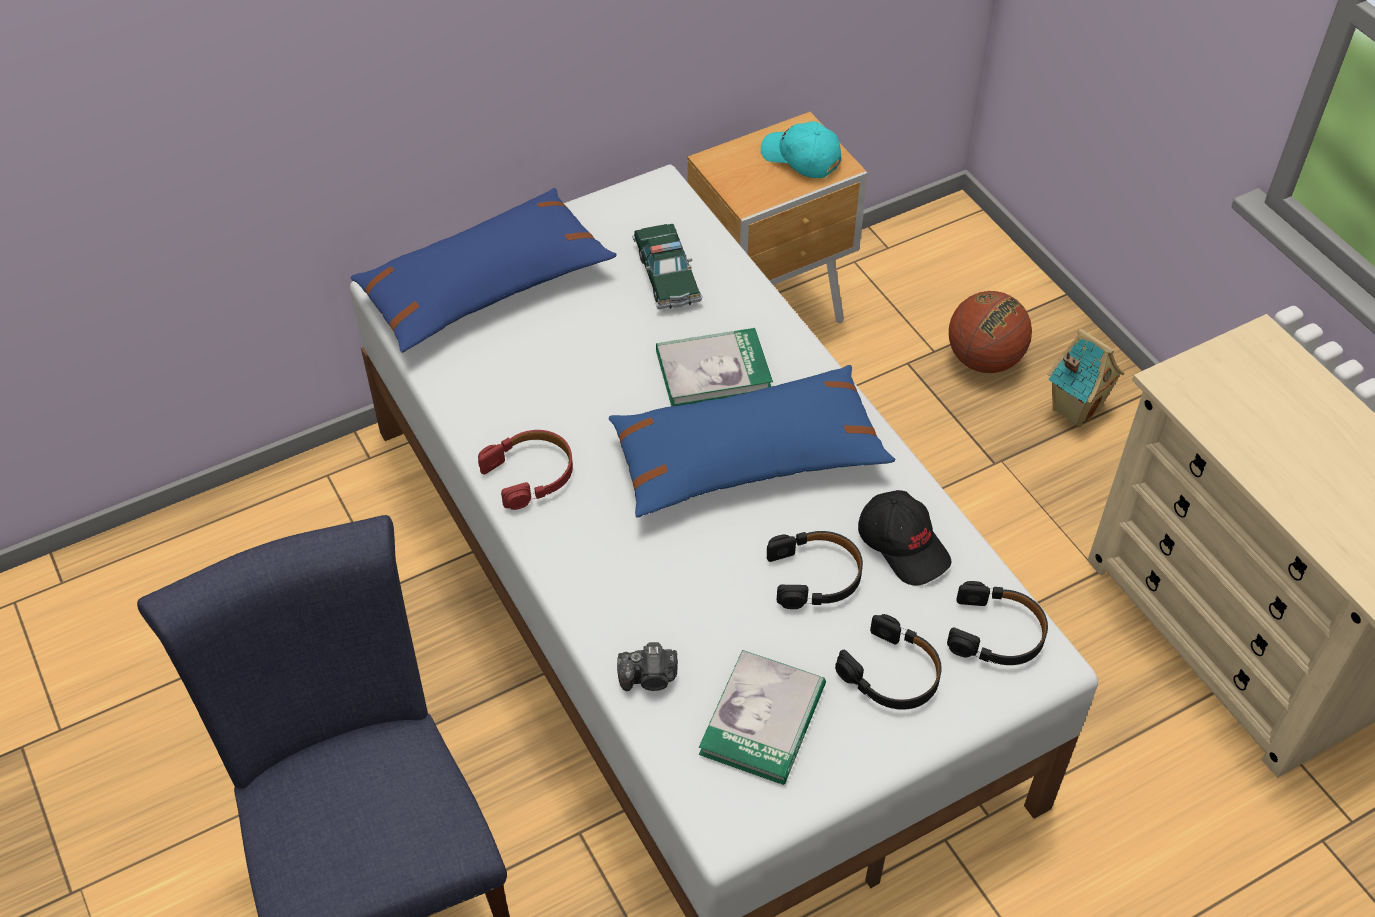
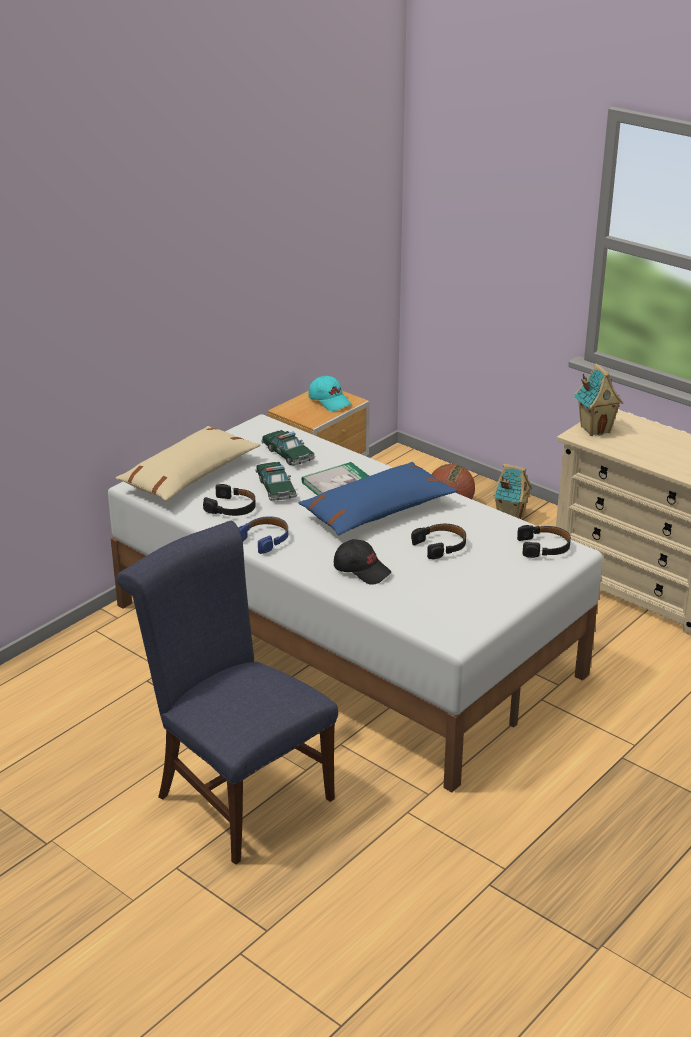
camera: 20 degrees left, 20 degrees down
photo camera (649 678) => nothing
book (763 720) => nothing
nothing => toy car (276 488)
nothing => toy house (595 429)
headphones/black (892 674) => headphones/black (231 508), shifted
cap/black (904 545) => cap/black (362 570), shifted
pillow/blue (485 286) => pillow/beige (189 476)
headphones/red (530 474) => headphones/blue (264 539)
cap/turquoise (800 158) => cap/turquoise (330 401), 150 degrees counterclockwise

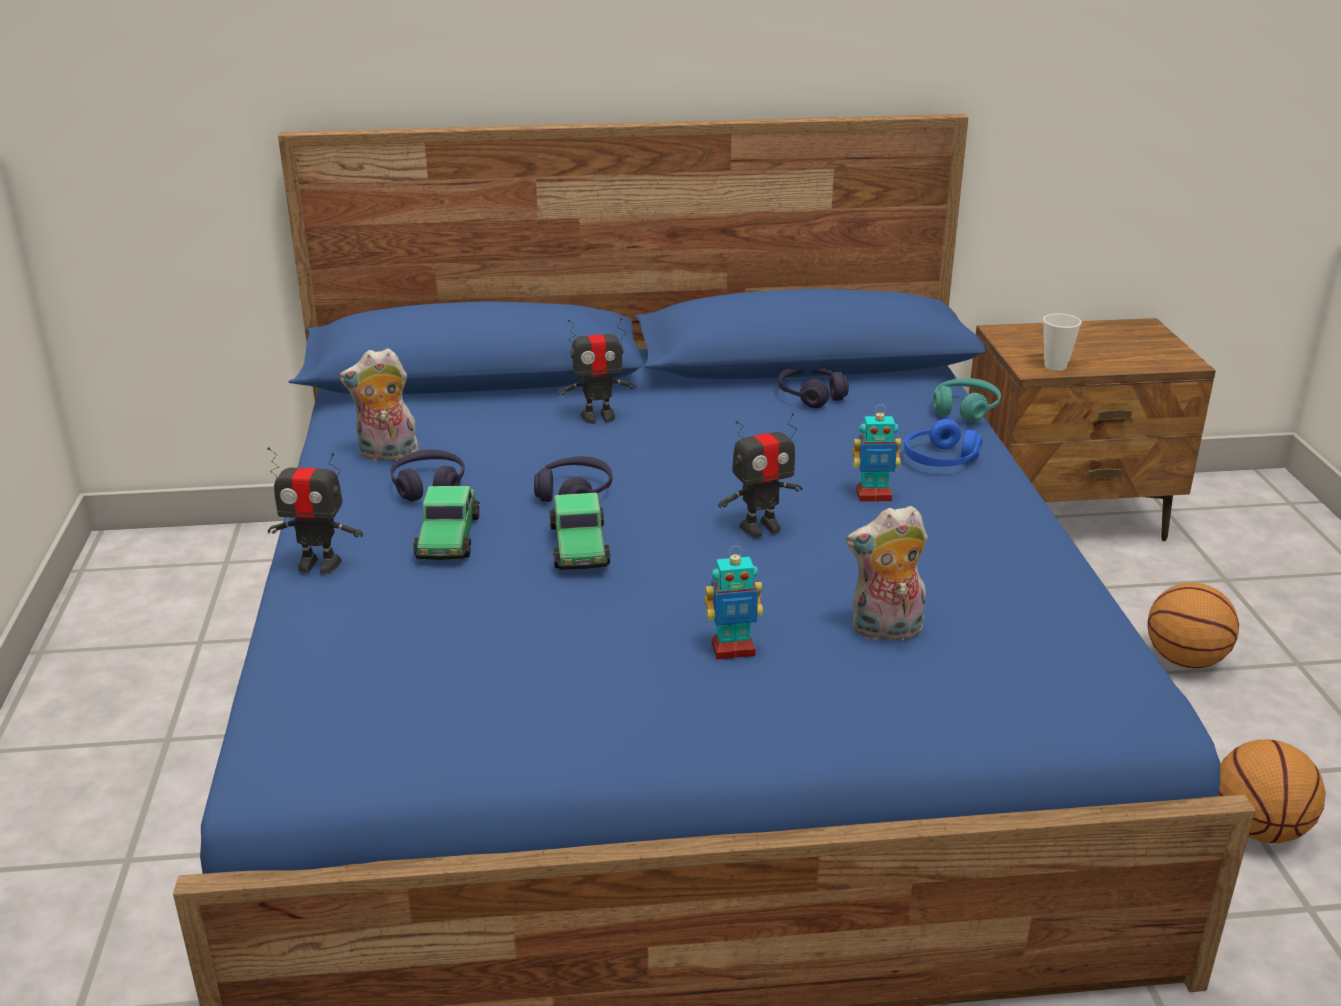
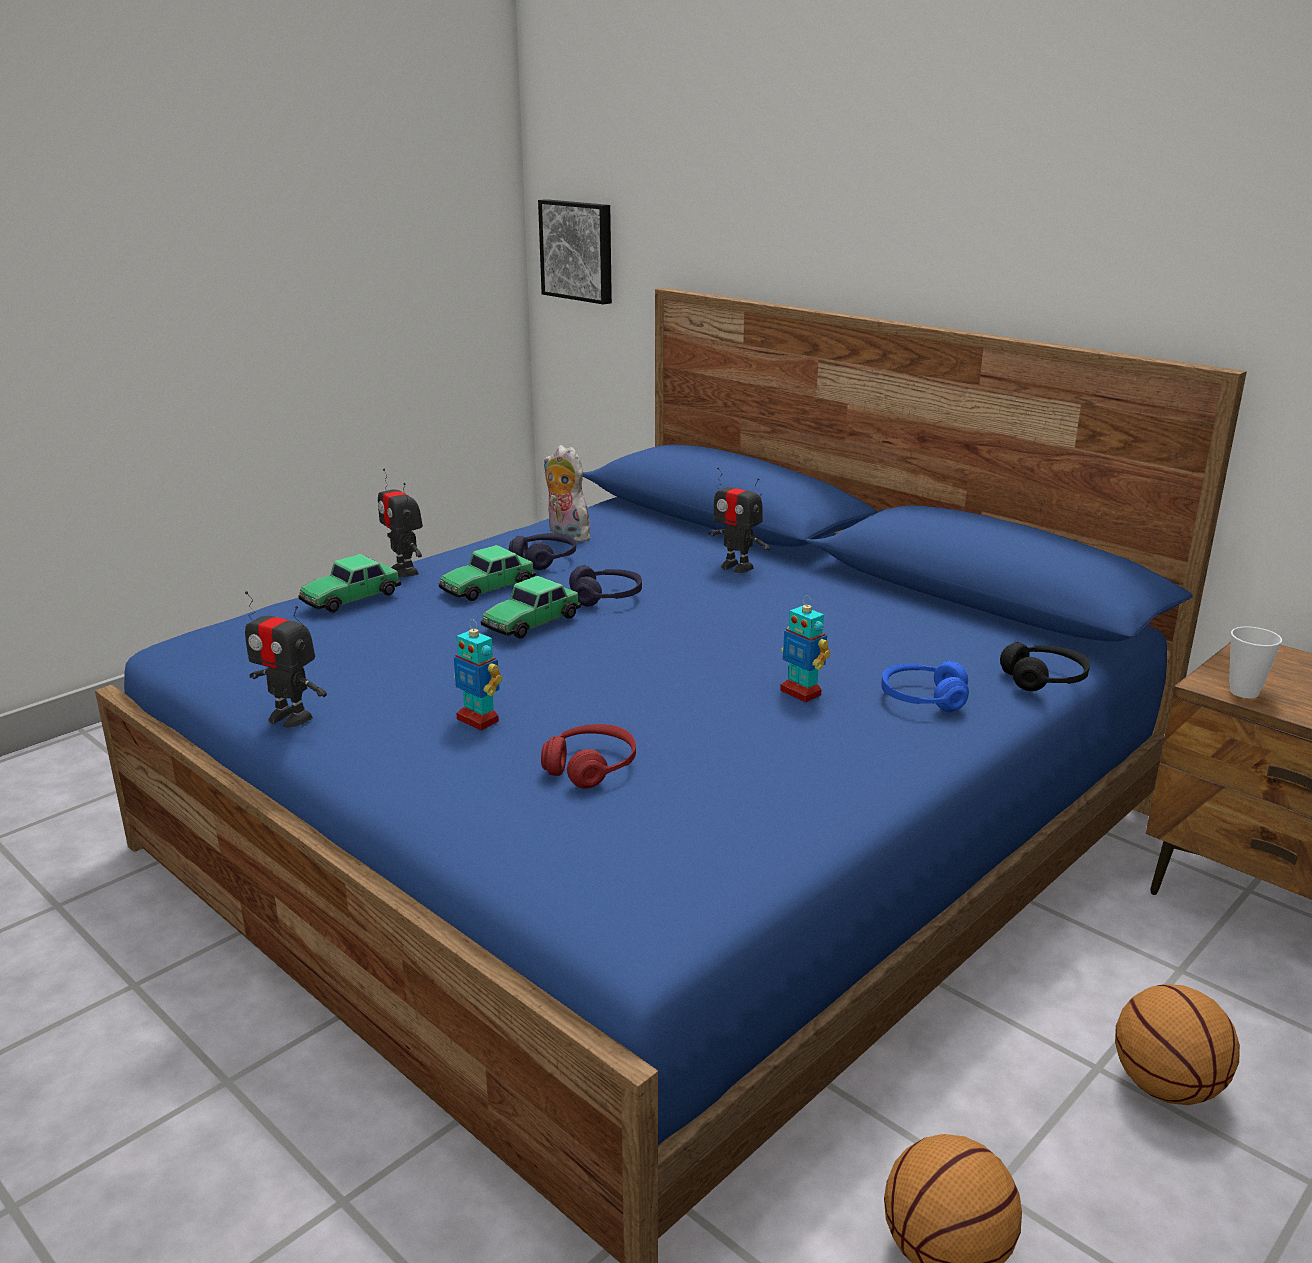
camera: 50 degrees right, 5 degrees down
headphones/purple (811 395) => nothing
nothing => toy car (350 597)
nothing => picture (578 250)
toy robot (760 527) => toy robot (290 717), shifted
plush toy (885 631) => headphones/red (590 767)
headphones/turquoise (965 409) => headphones/black (1044 679)

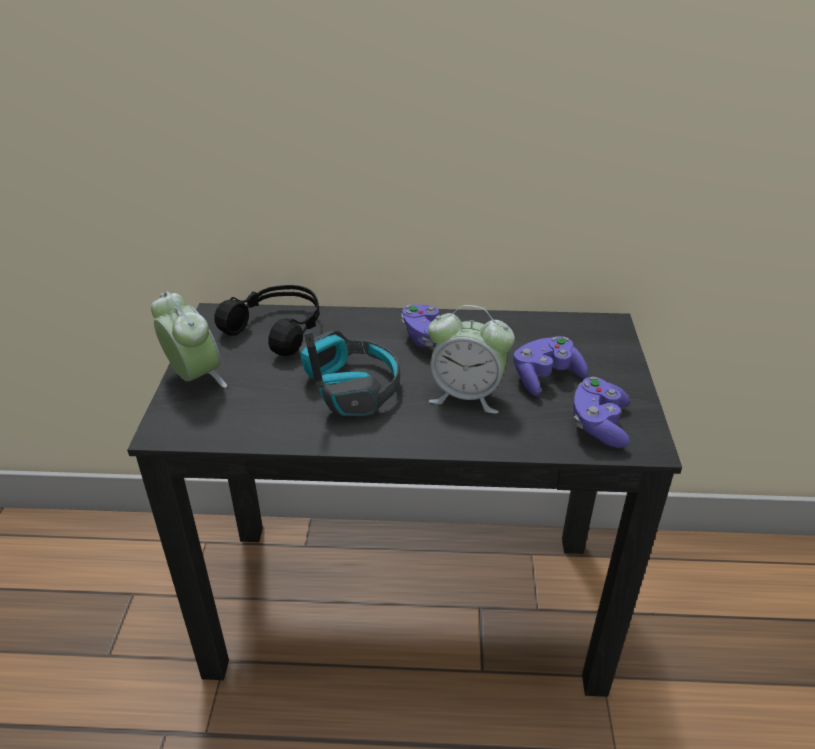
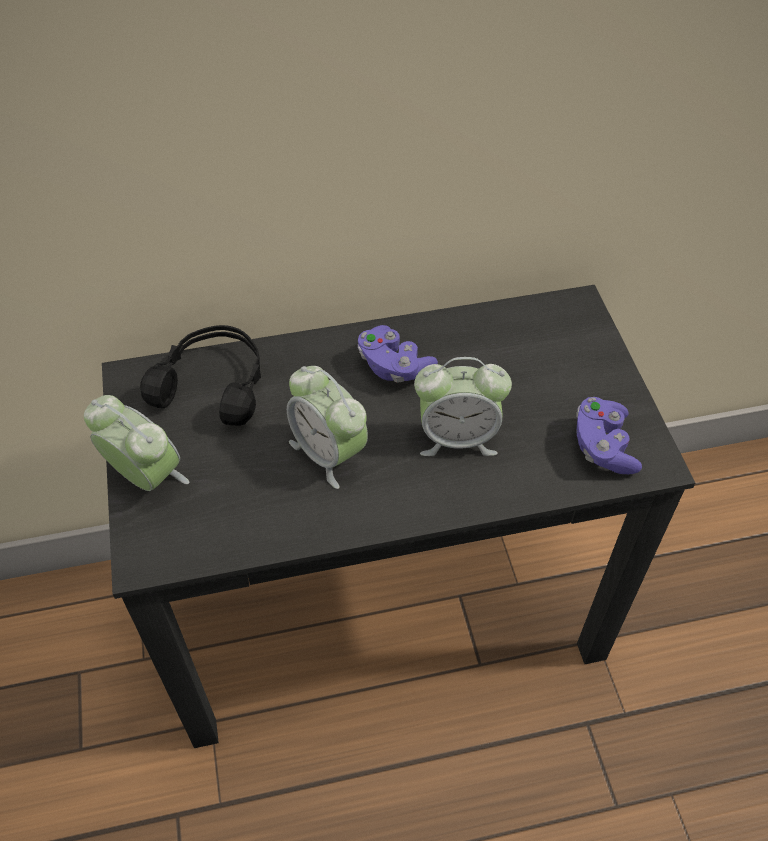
camera: 15 degrees left, 15 degrees up
game controller/purple (546 377) => nothing
headphones (350 387) => alarm clock (329 453)

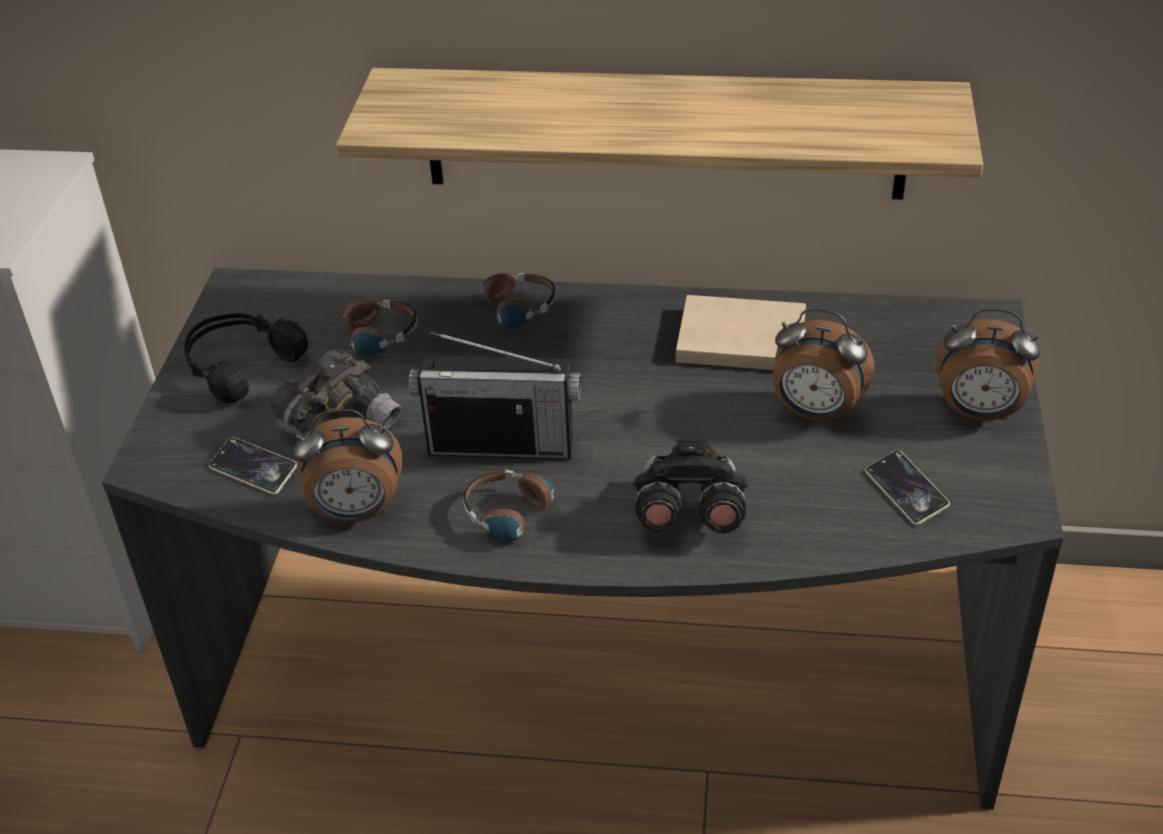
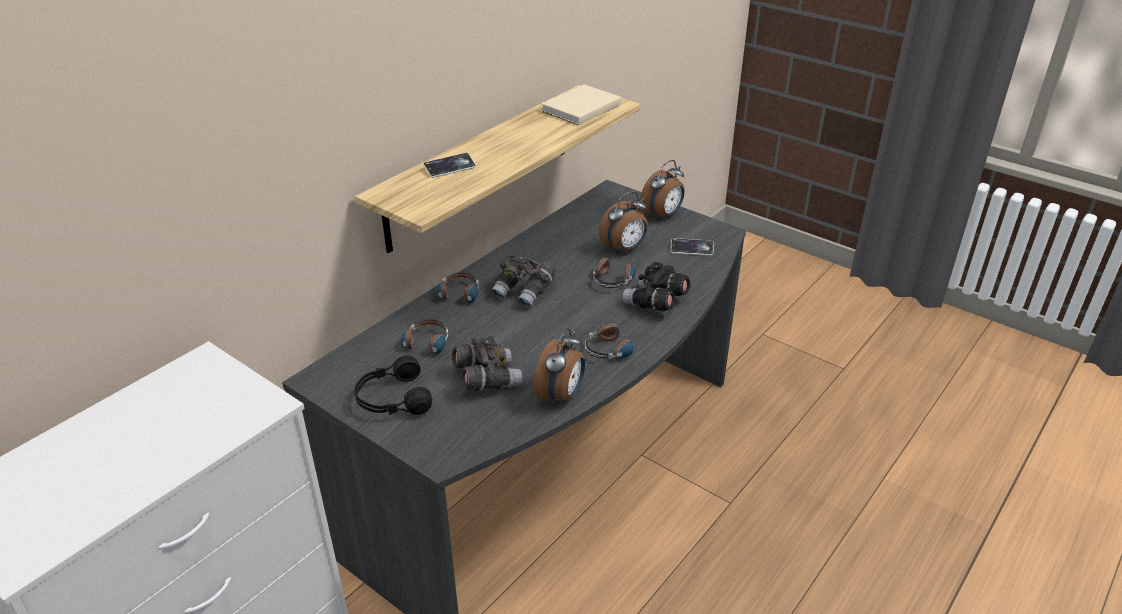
camera: 60 degrees left, 5 degrees down
radio (501 445) => nothing
nothing => binoculars/grey (524 292)
nothing => headphones (614 277)
phone (254 470) => phone (450 168), shifted
book/beige (738 337) => book/beige (579 108), shifted

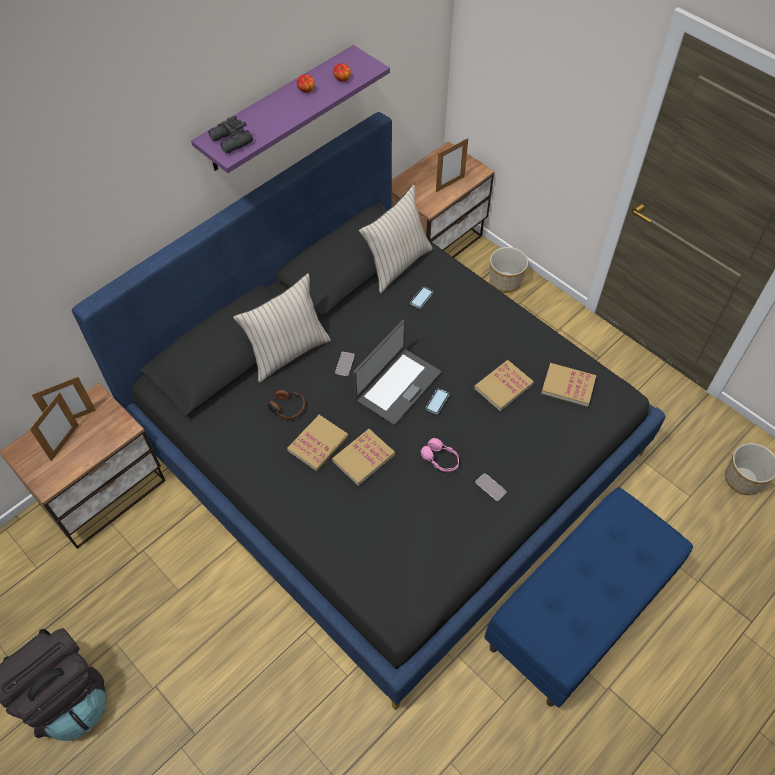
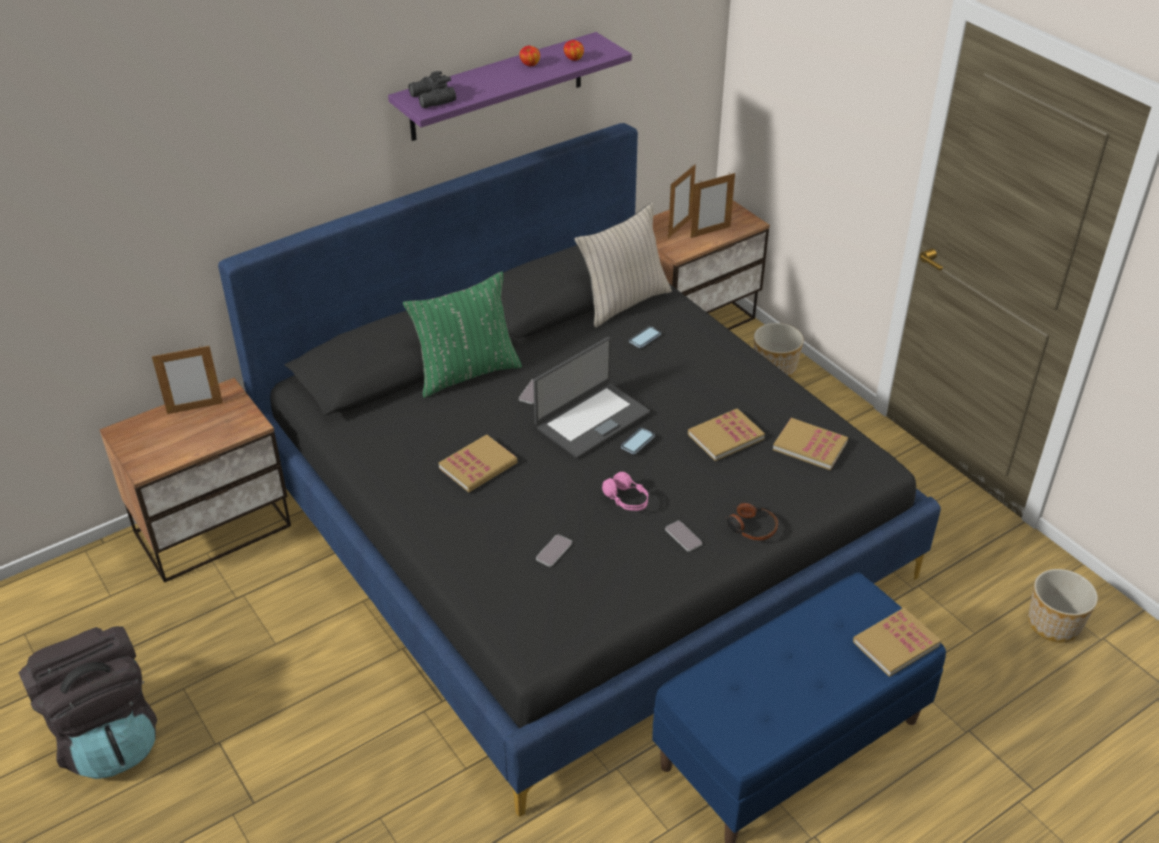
camera: 10 degrees right, 15 degrees down
nothing => phone (554 551)
picture frame (65 442) => picture frame (680 227), shifted
headphones (286 407) => headphones (750 527), shifted
book (363 458) => book (895 644), shifted
pillow/beige (287 352) => pillow/green (466 373)

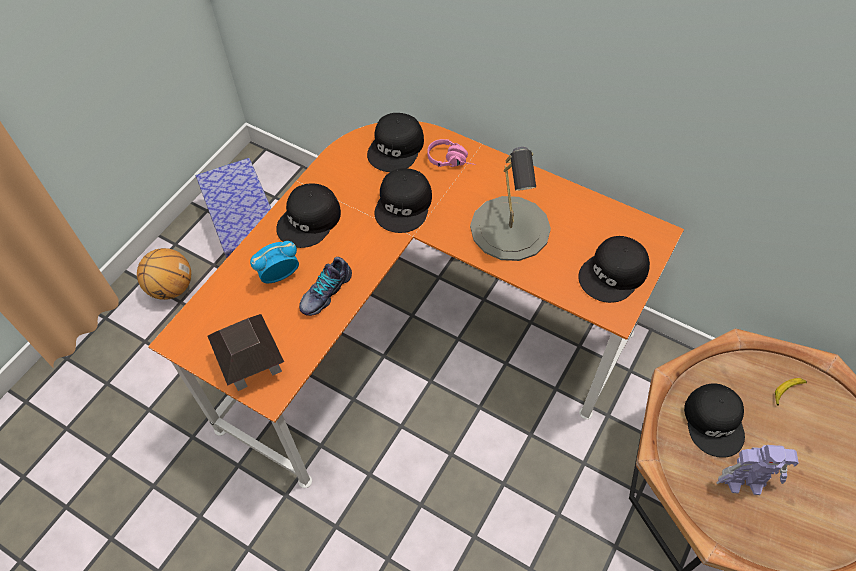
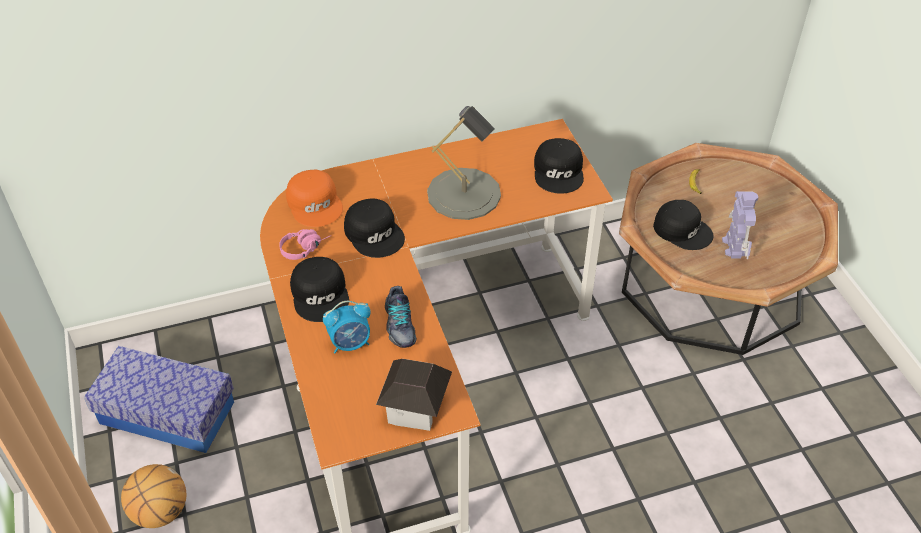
camera: 50 degrees left, 10 degrees down
headphones/pink (452 160) => headphones/pink (305 248), shifted
cap/black (396 148) => cap/orange (315 203)
alarm clock (279 275) => alarm clock (350 343), 120 degrees counterclockwise
toy robot (745 481) => toy robot (734 246), 45 degrees counterclockwise

